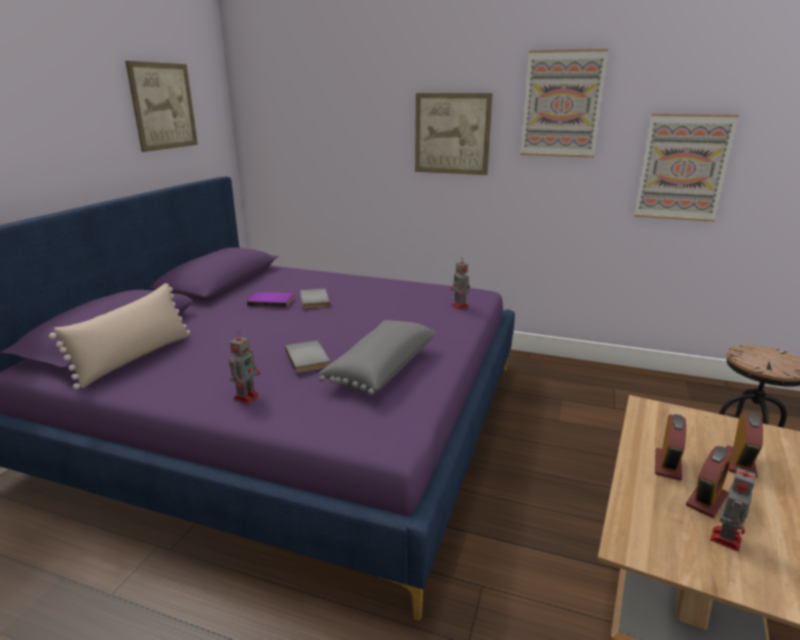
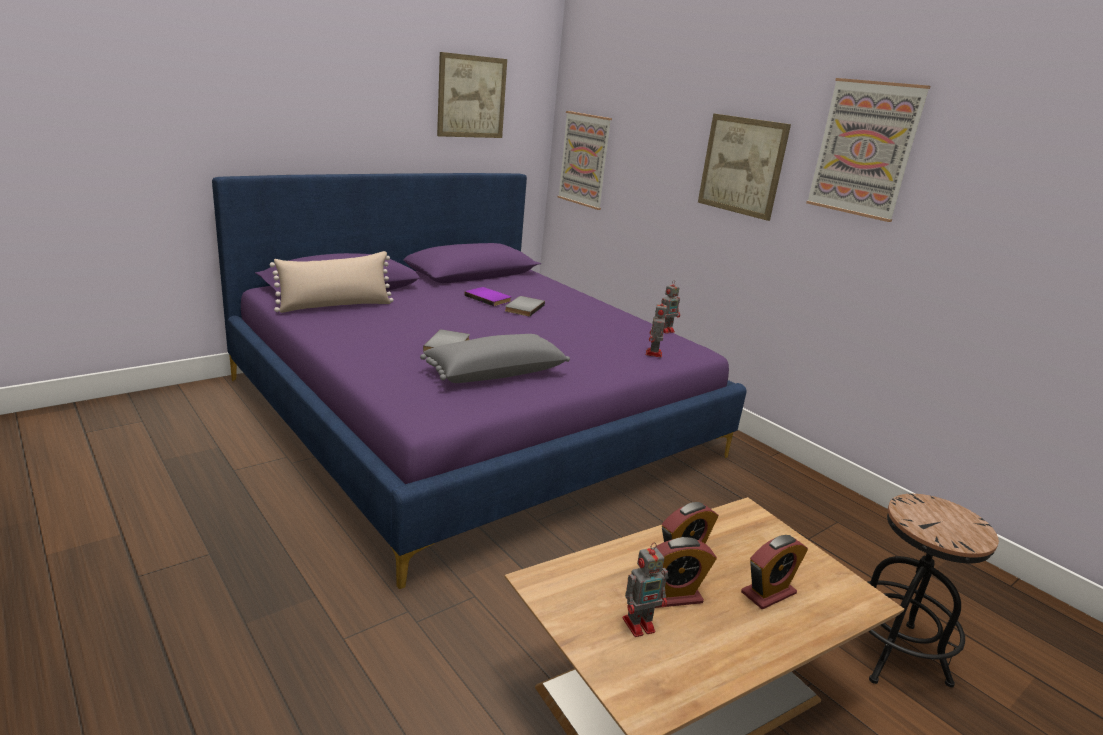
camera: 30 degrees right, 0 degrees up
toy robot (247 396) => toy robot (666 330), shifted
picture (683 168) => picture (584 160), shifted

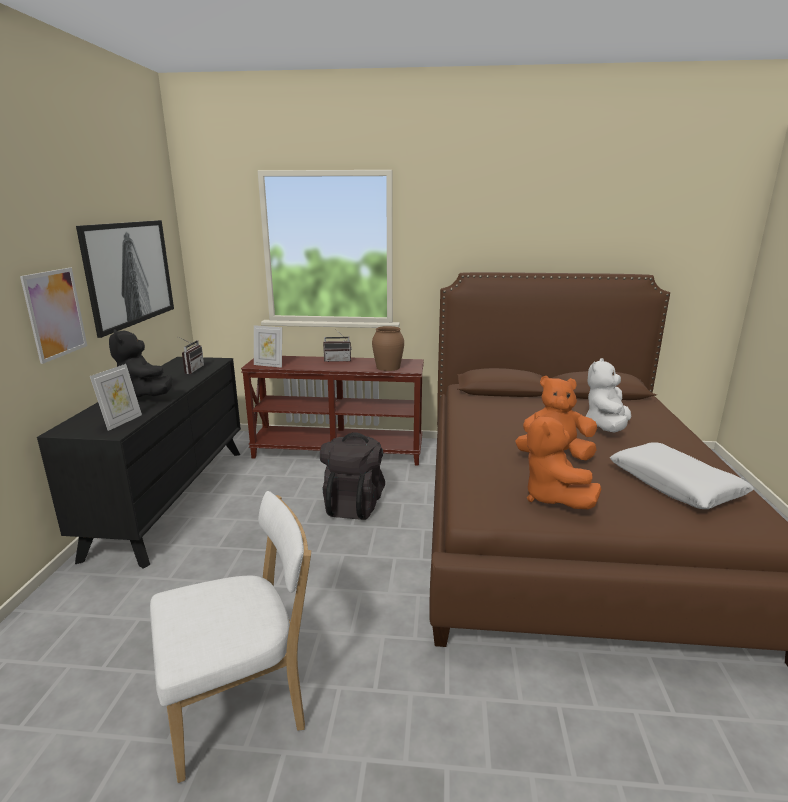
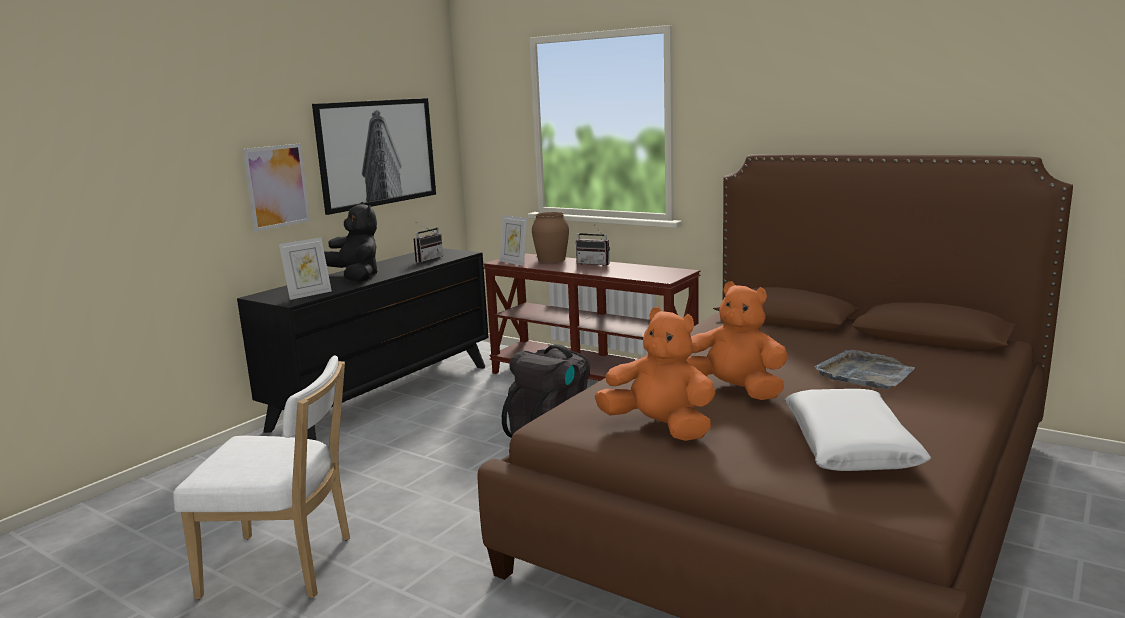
camera: 30 degrees right, 5 degrees down
vase/brown (388 367) => vase/brown (552 259), shifted
plush toy/white (606 427) => tray/grey (865 374)
plush toy/black (146 396) => plush toy/black (356 277), 150 degrees clockwise
plush toy/orange (553 498) => plush toy/orange (660 428), 105 degrees clockwise

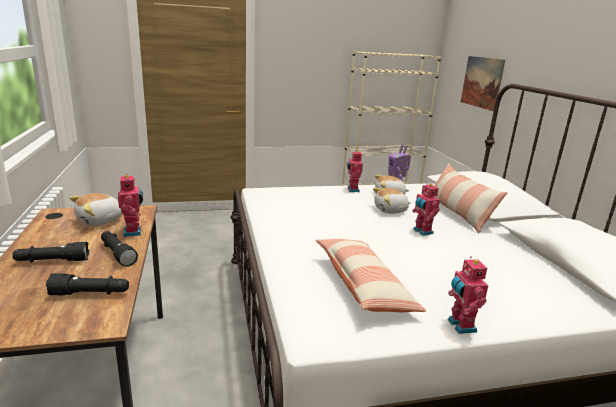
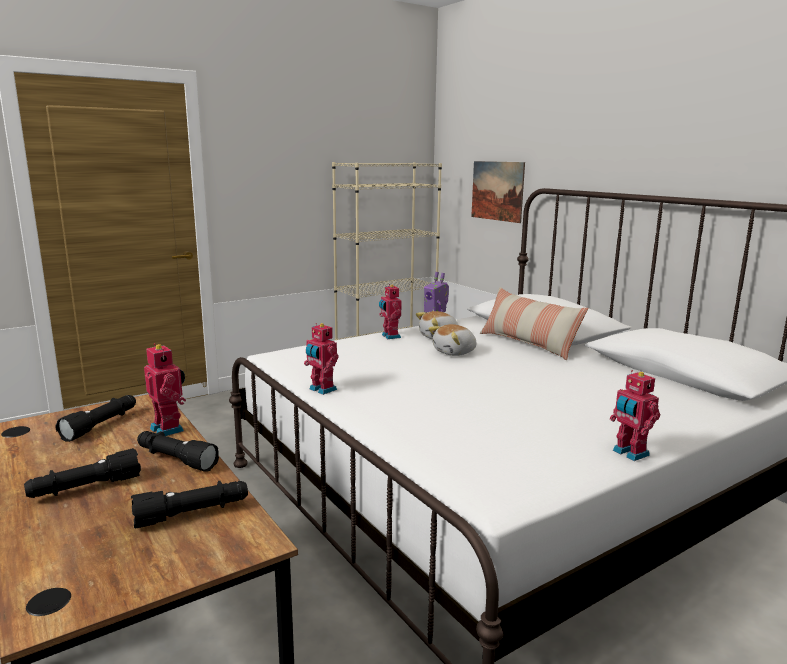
camera: 20 degrees left, 5 degrees down
pillow (363 286) => nothing
toy robot (422 231) => toy robot (321 390), shifted
plush toy (100 221) => flashlight/black (101 425)

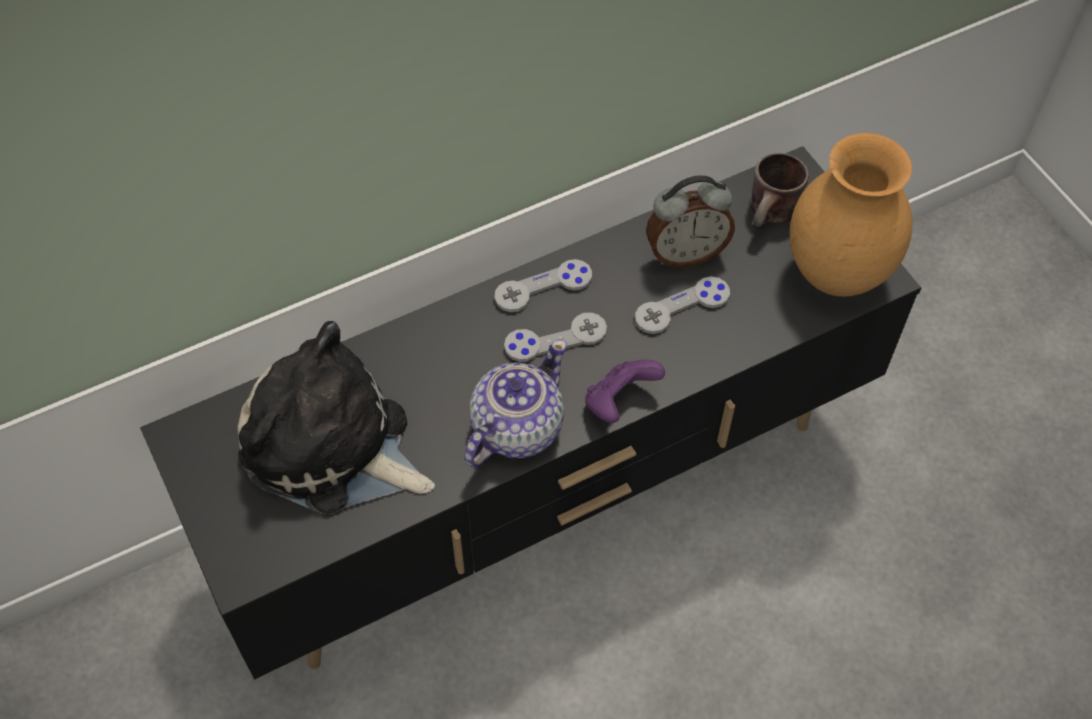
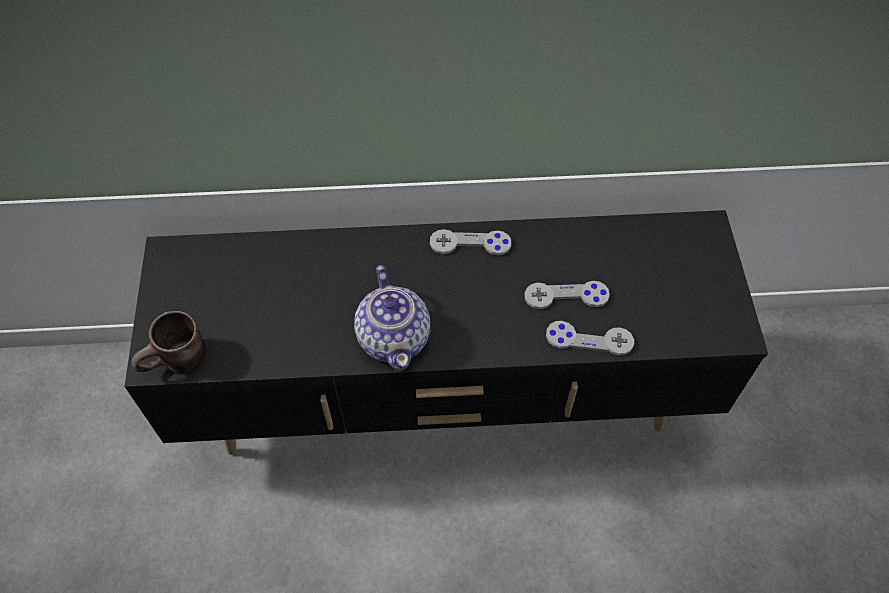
camera: 25 degrees right, 0 degrees up
plush toy (333 448) => nothing
game controller/purple (619 402) => nothing
alarm clock (685 253) => nothing
vase/brown (837 276) => nothing
game controller/grey (555 338) => game controller/grey (589 339), shifted
mug/brown (774 216) => mug/brown (178 363), shifted
teapot (515 428) => teapot (394 337), 105 degrees clockwise

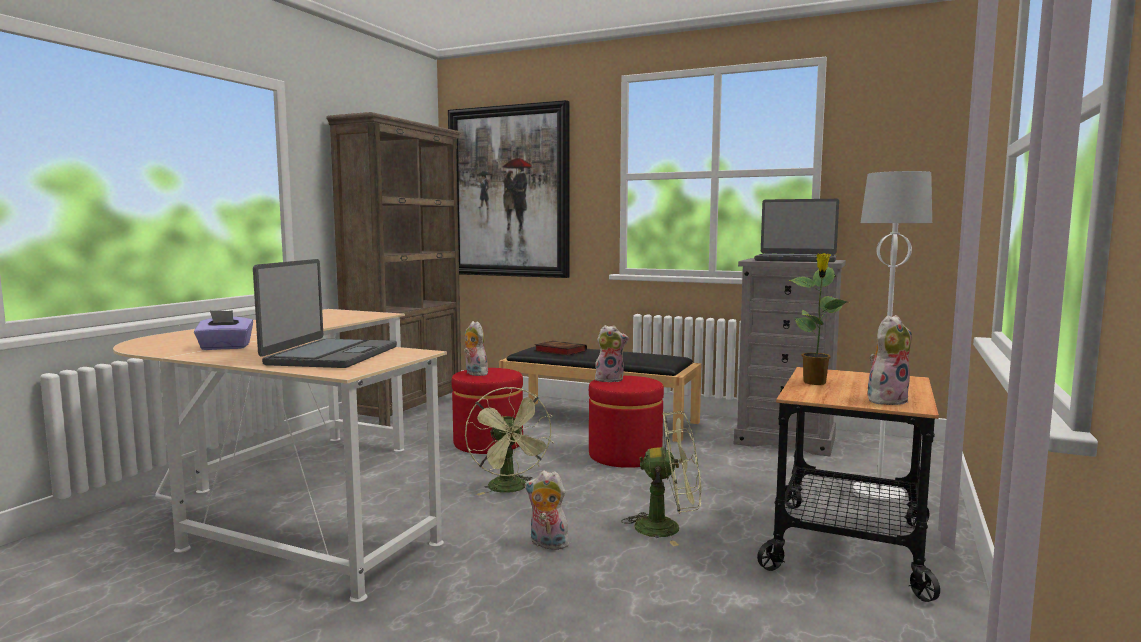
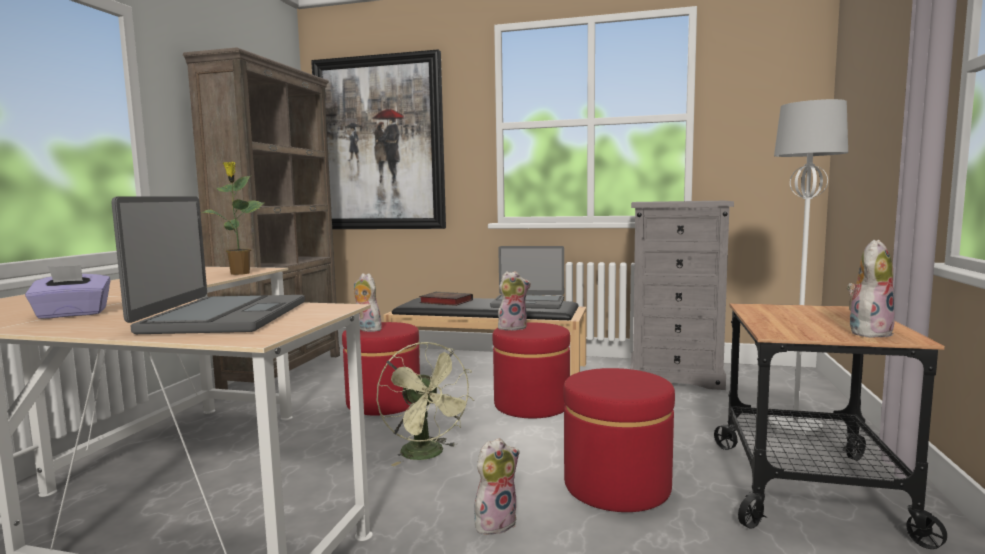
camera: 10 degrees left, 0 degrees up
laptop (795 260) => laptop (528 303), shifted
potted plant (815 383) => potted plant (240 273), shifted
fan/green (667 528) => ottoman/red (617 486)
plush toy (547 544) => plush toy (495 522), 135 degrees clockwise

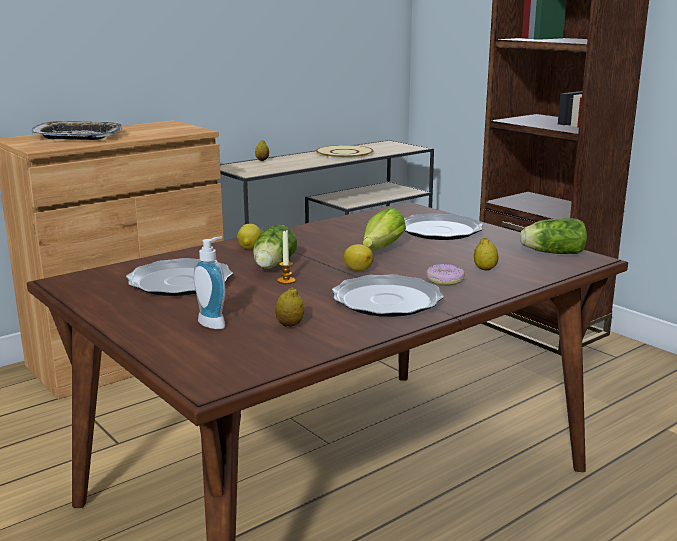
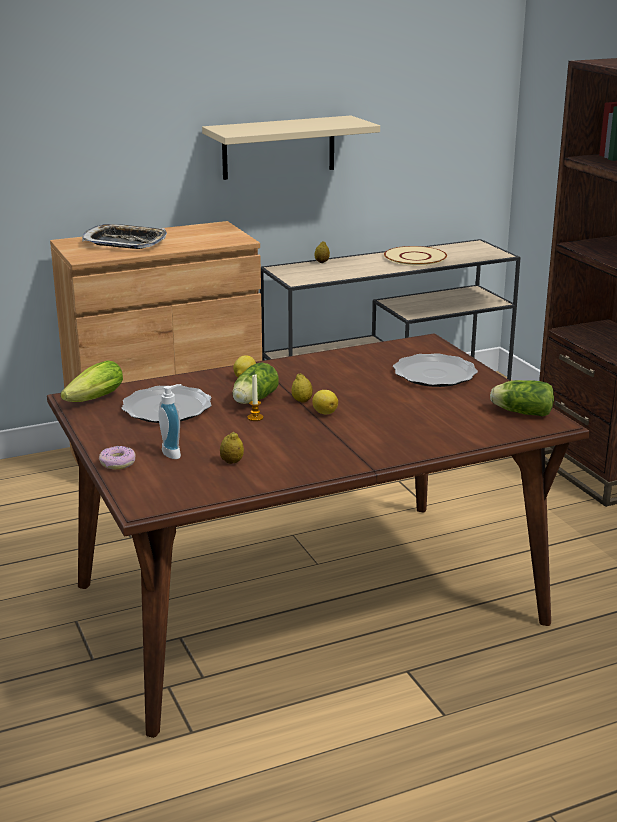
camera: 15 degrees right, 5 degrees up
plate (386 300) => nothing
nothing => shelf/beige (278 147)
lettuce (380 250) => lettuce (92 401), shifted
donut (444 280) => donut (117 463), shifted
lemon (485 269) => lemon (302 401), shifted

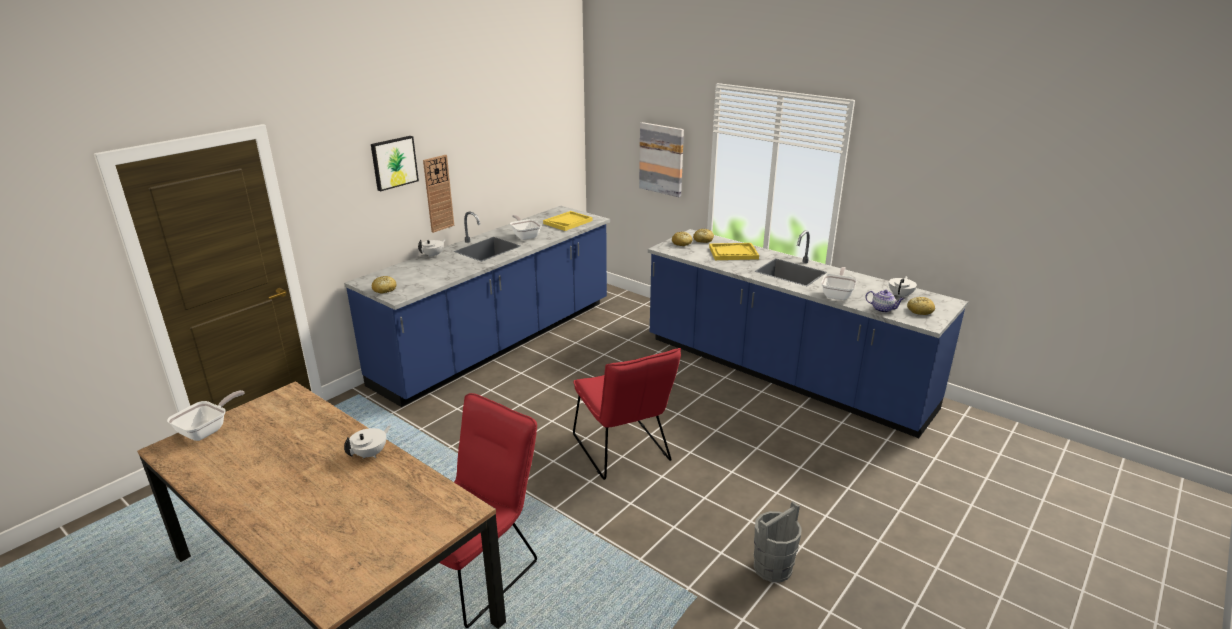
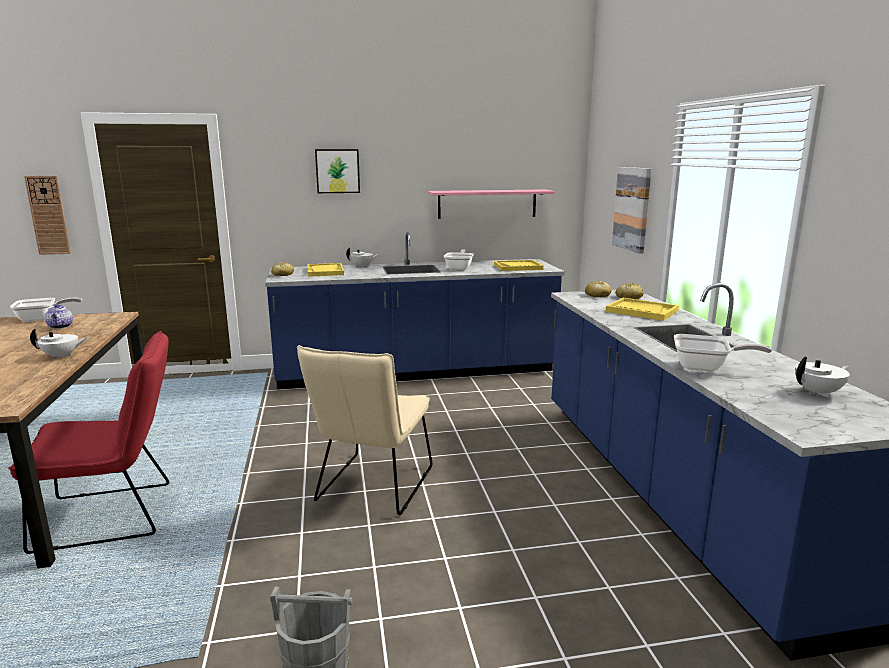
camera: 40 degrees right, 10 degrees down
bread (919 311) => nothing
nothing => tray/yellow (325 271)
nothing => shelf/pink (487 204)
wall clock (438 193) => wall clock (48 215), shifted
teapot (883 309) => teapot (60 327), shifted
chair/red (624 452) => chair/beige (372 488)
frying pan (837 294) => frying pan (706 368), 45 degrees clockwise

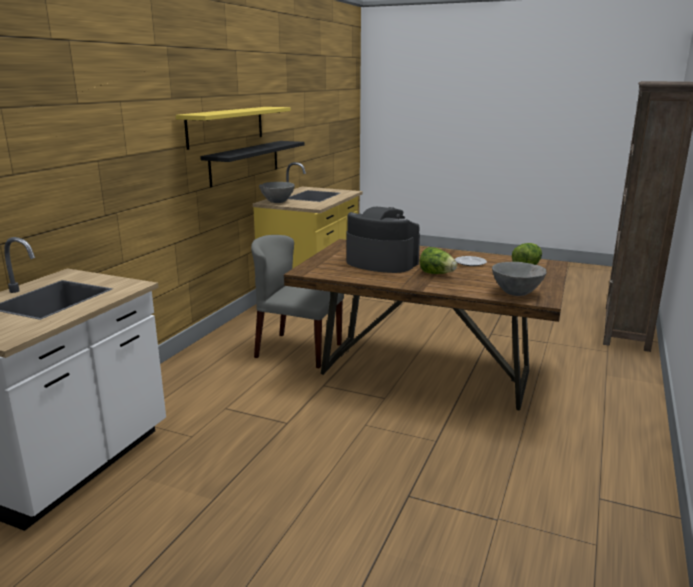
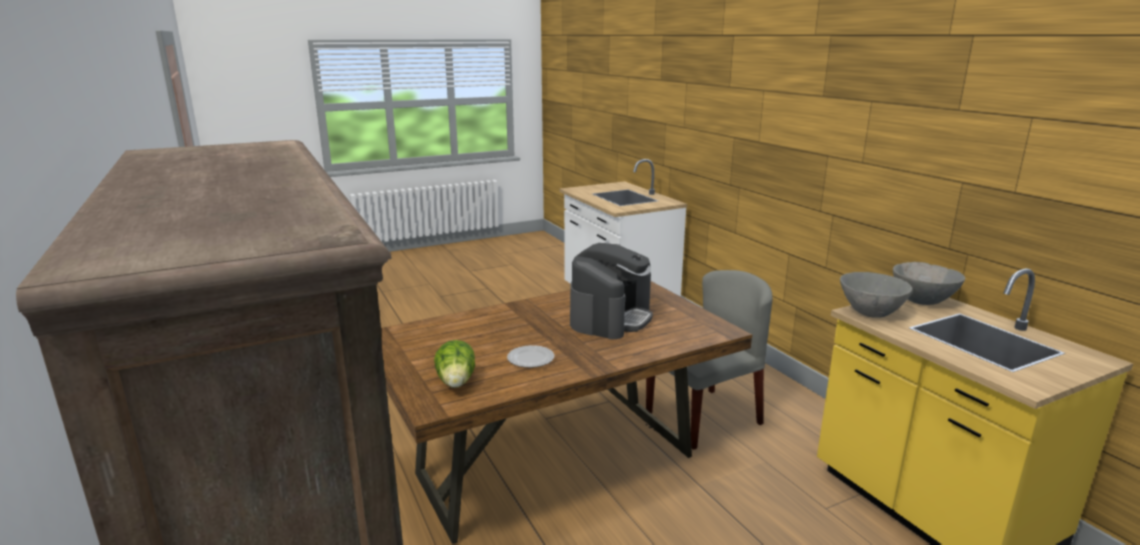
camera: 130 degrees right, 0 degrees up
shelf/yellow (226 126) => nothing
shelf/black (245 162) => nothing
lettuce (437 274) => nothing
bowl/grey (516 293) => bowl/grey (870 313), shifted
coffee machine (381 262) => coffee machine (611 318), 45 degrees counterclockwise

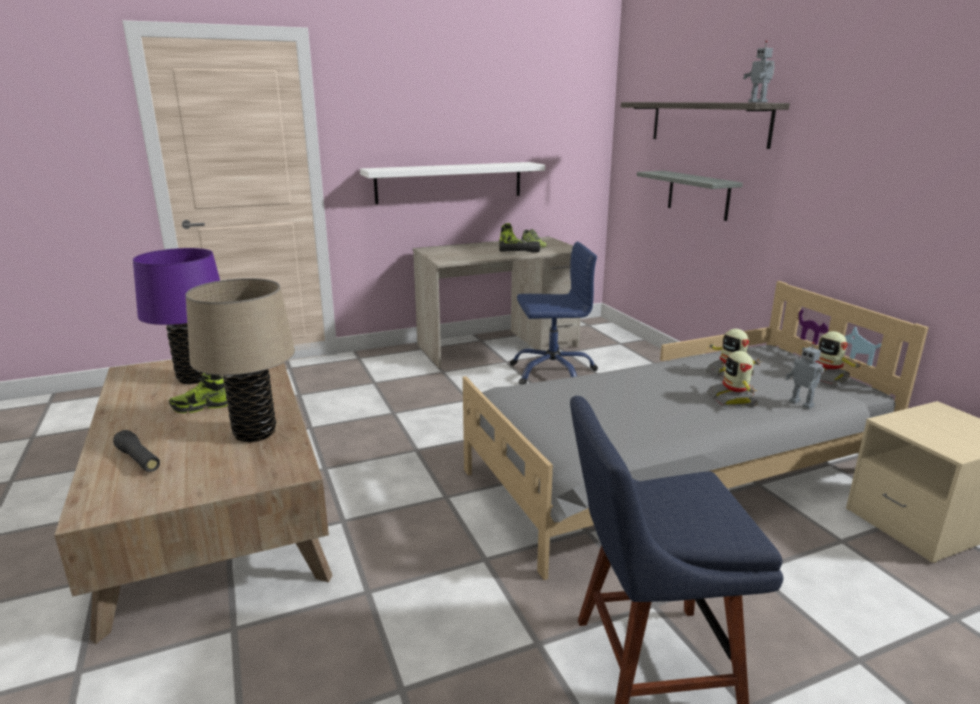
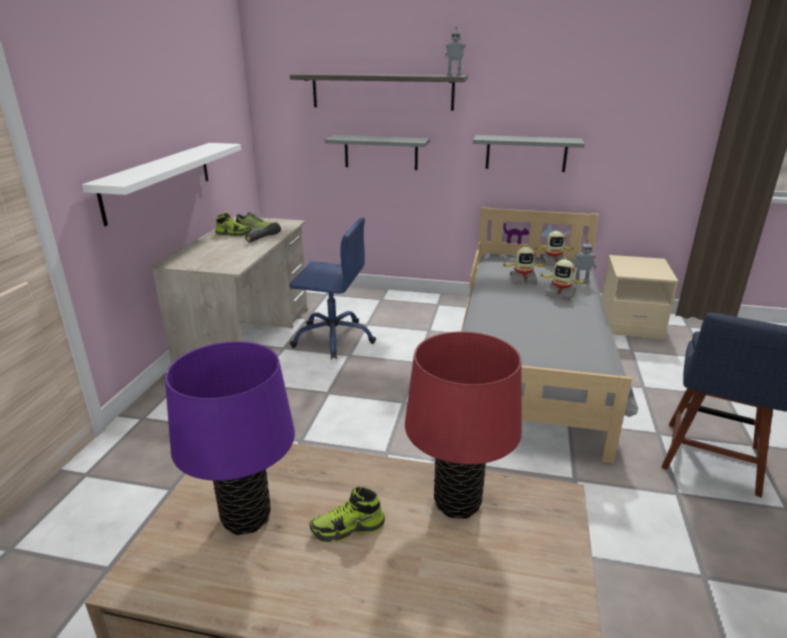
camera: 55 degrees left, 5 degrees up
flashlight/black (139 460) => nothing
nothing => shelf/grey (526 153)
table lamp/beige (255 433) => table lamp/red (457 503)
shoe (202 407) => shoe (348 528), 60 degrees clockwise
office chair/blue (552 372) => office chair/blue (333 338), 75 degrees clockwise

